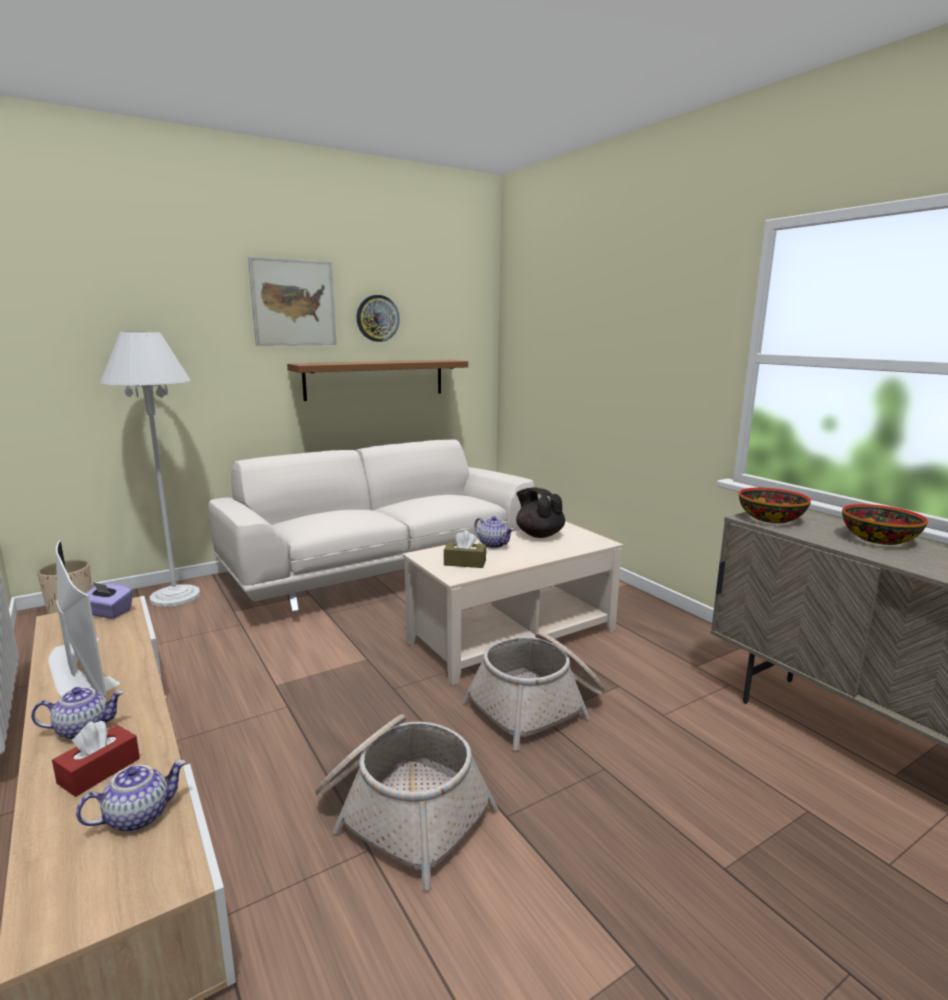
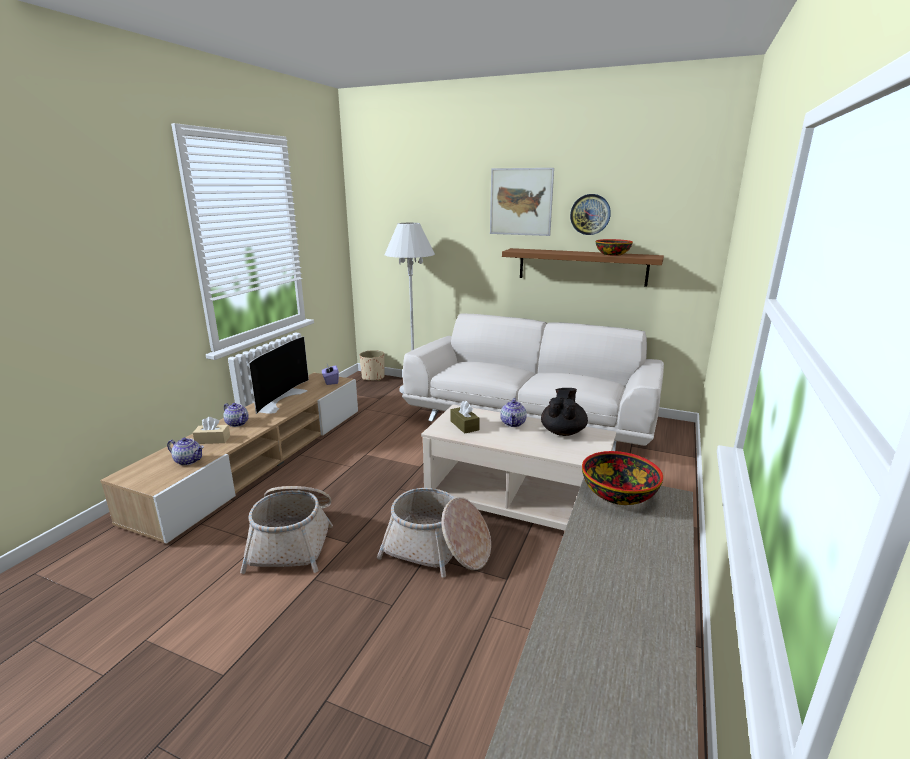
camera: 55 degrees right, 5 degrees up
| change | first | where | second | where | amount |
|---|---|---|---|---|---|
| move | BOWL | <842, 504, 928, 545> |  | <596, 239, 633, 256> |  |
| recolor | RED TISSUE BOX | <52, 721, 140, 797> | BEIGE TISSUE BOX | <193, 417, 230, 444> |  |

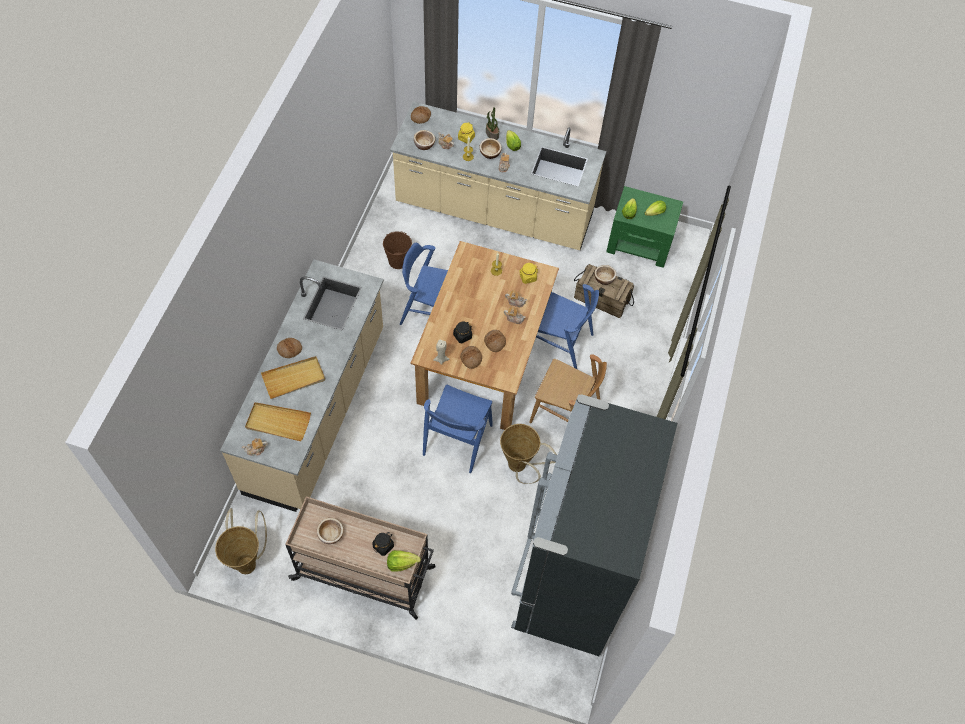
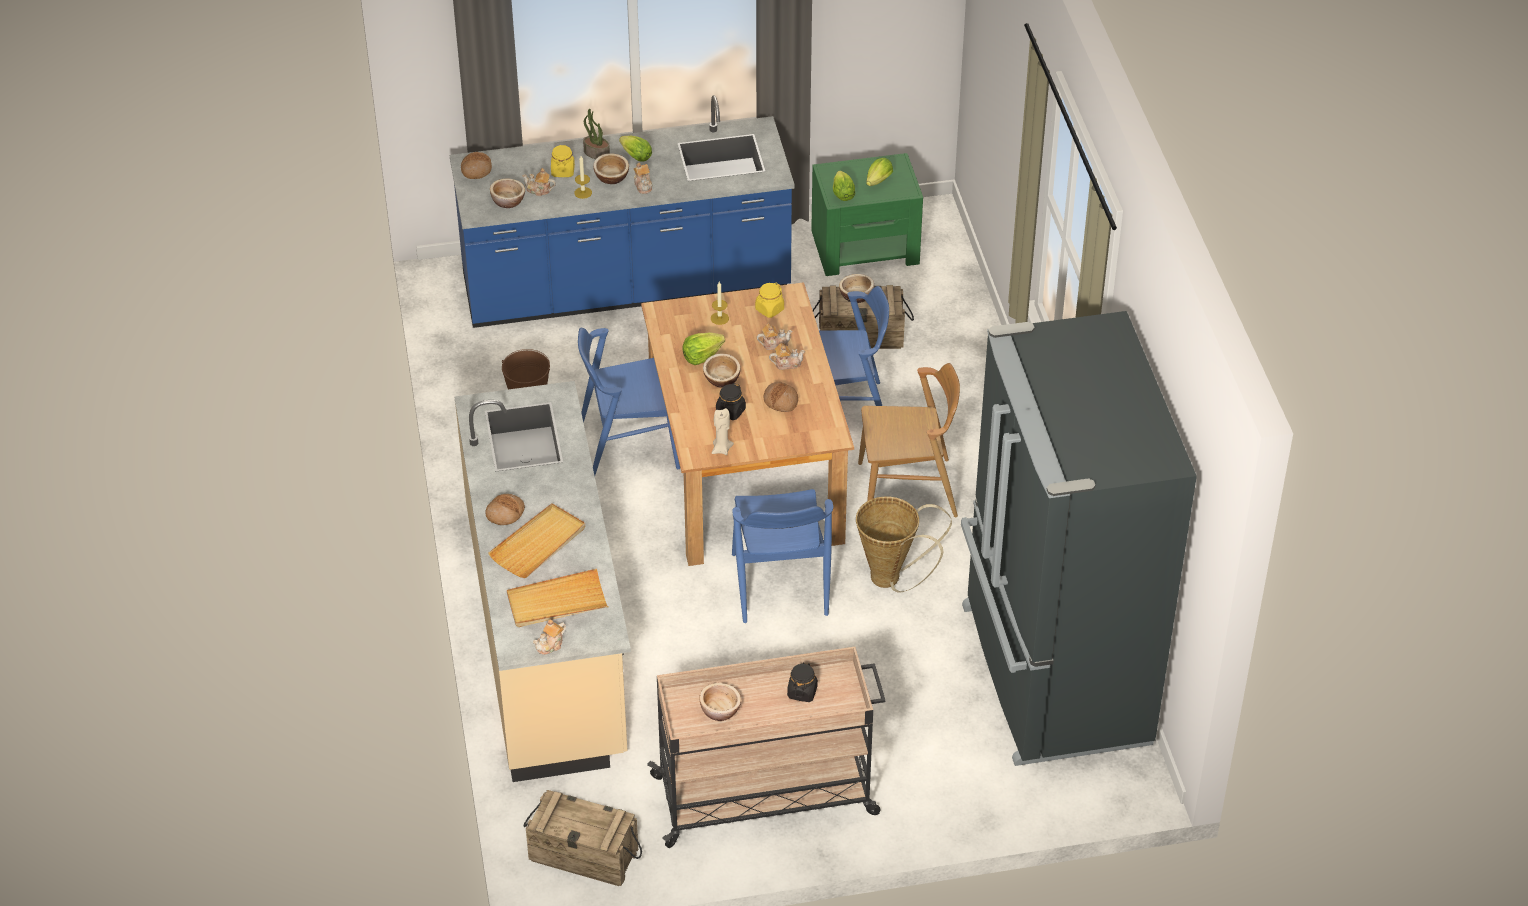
camera: 25 degrees left, 15 degrees down
| change | first | where | second | where | amount |
|---|---|---|---|---|---|
| recolor | BEIGE COUNTER | <390, 101, 606, 250> | BLUE COUNTER | <450, 95, 795, 328> |  |
| delete | BREAD | <460, 346, 482, 369> |  |  |  |
| replace | BASKET | <215, 508, 267, 574> | CRATE | <524, 790, 642, 886> |  |
| move | LETTUCE | <387, 550, 421, 572> |  | <682, 332, 725, 365> |  |
| insert |  |  | BOWL | <703, 353, 741, 388> |  |

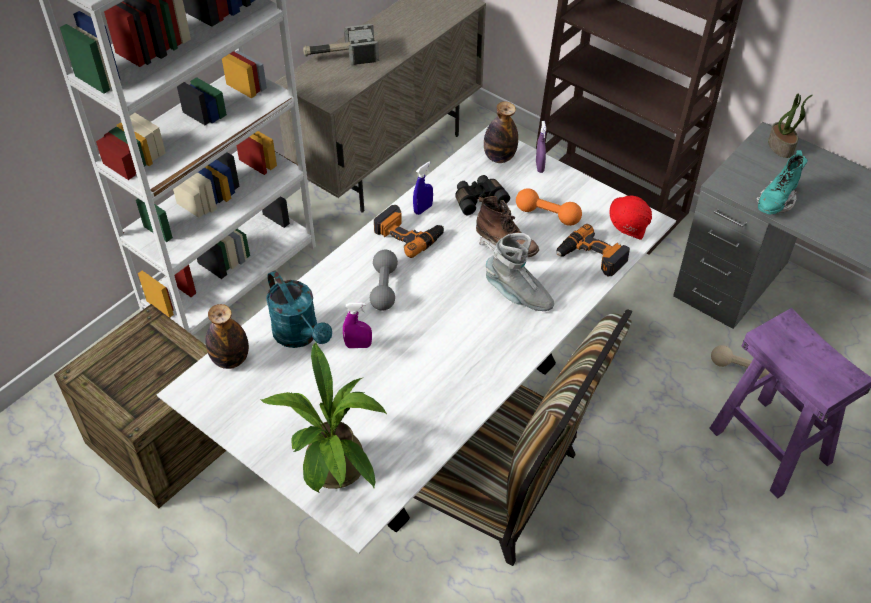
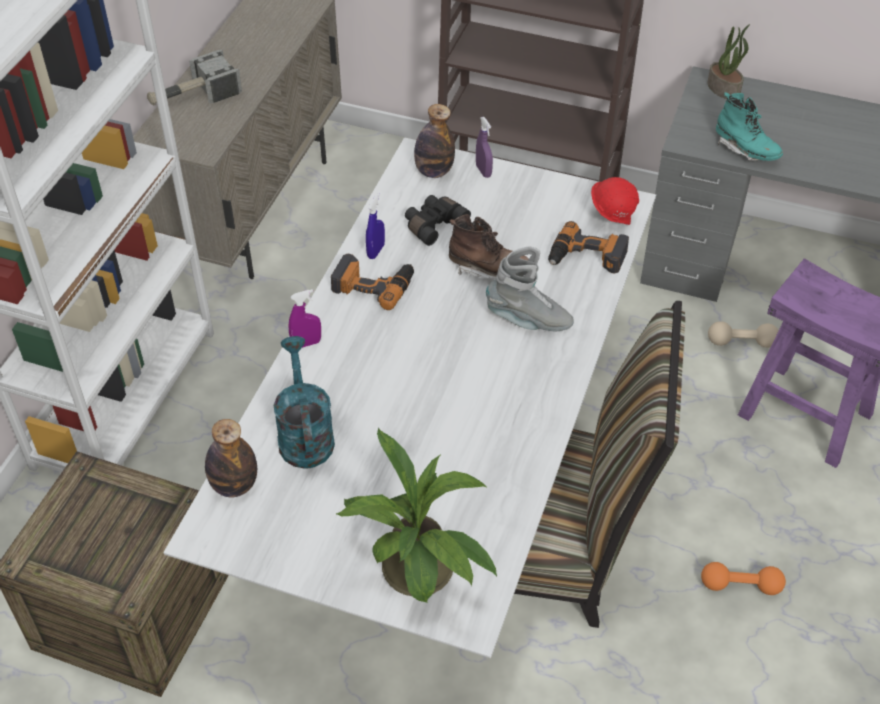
camera: 20 degrees left, 0 degrees up
| change | first | where | second | where | amount |
|---|---|---|---|---|---|
| rotate | TURQUOISE BOOT | <756, 150, 808, 214> |  | <716, 92, 783, 161> | 60 degrees counterclockwise |
| move | ORANGE DUMBBELL | <516, 188, 582, 226> |  | <701, 562, 786, 595> |  |
| delete | GREY DUMBBELL | <370, 250, 398, 311> |  |  |  |
| rotate | TURQUOISE WATERING CAN | <266, 270, 332, 348> |  | <274, 336, 335, 469> | 135 degrees counterclockwise |
| move | PURPLE SPRAY BOTTLE | <343, 303, 372, 348> |  | <289, 289, 321, 348> |  |

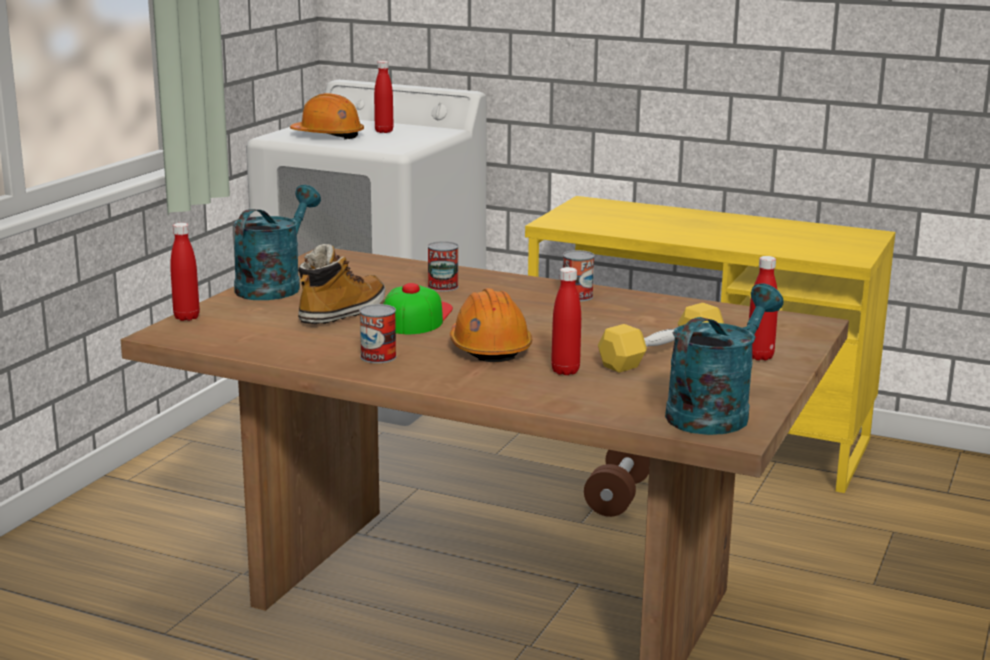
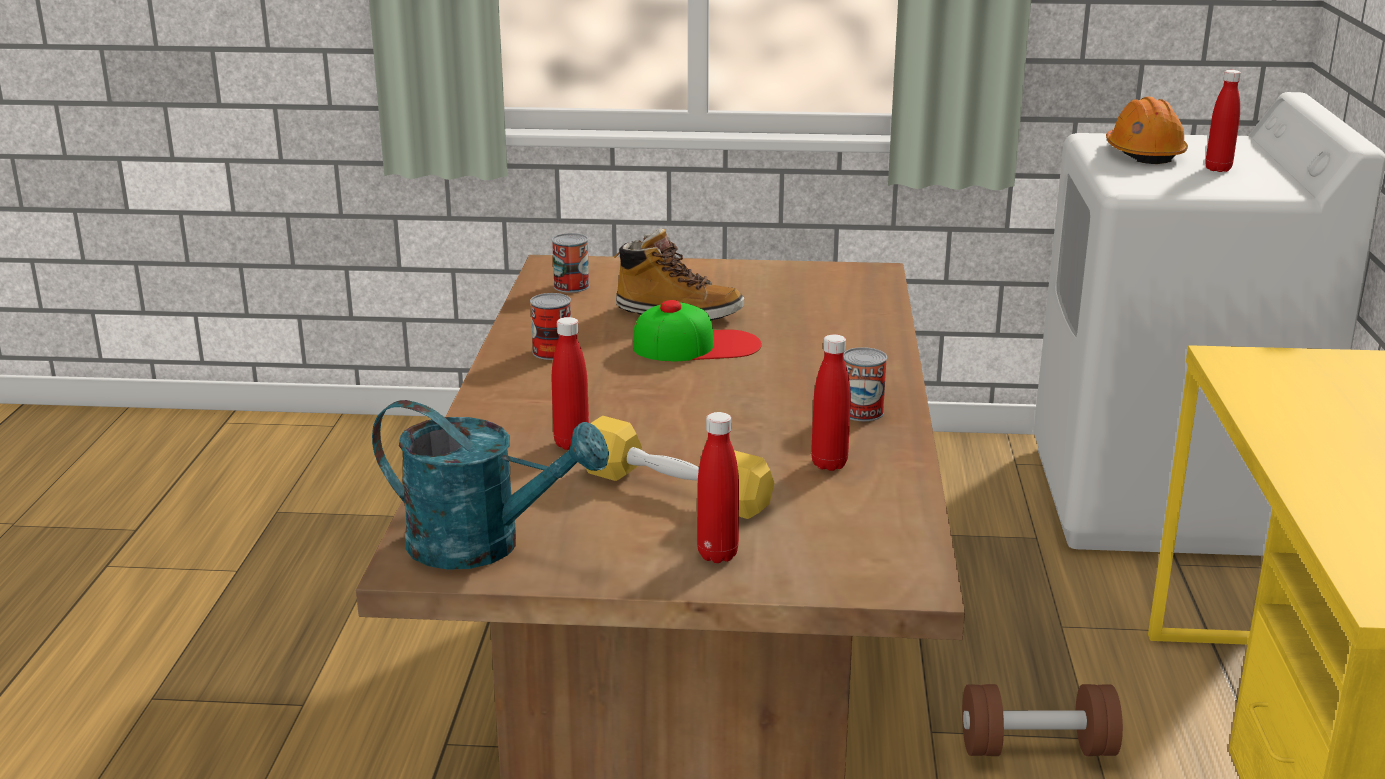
camera: 70 degrees right, 5 degrees up
| change | first | where | second | where | amount |
|---|---|---|---|---|---|
| delete | TURQUOISE WATERING CAN | <233, 185, 321, 300> |  |  |  |
| move | RED BOTTLE | <170, 223, 200, 321> |  | <811, 334, 851, 471> |  |
| move | CAN | <427, 241, 459, 291> |  | <552, 233, 590, 293> |  |
| delete | ORANGE HARD HAT | <450, 288, 532, 362> |  |  |  |

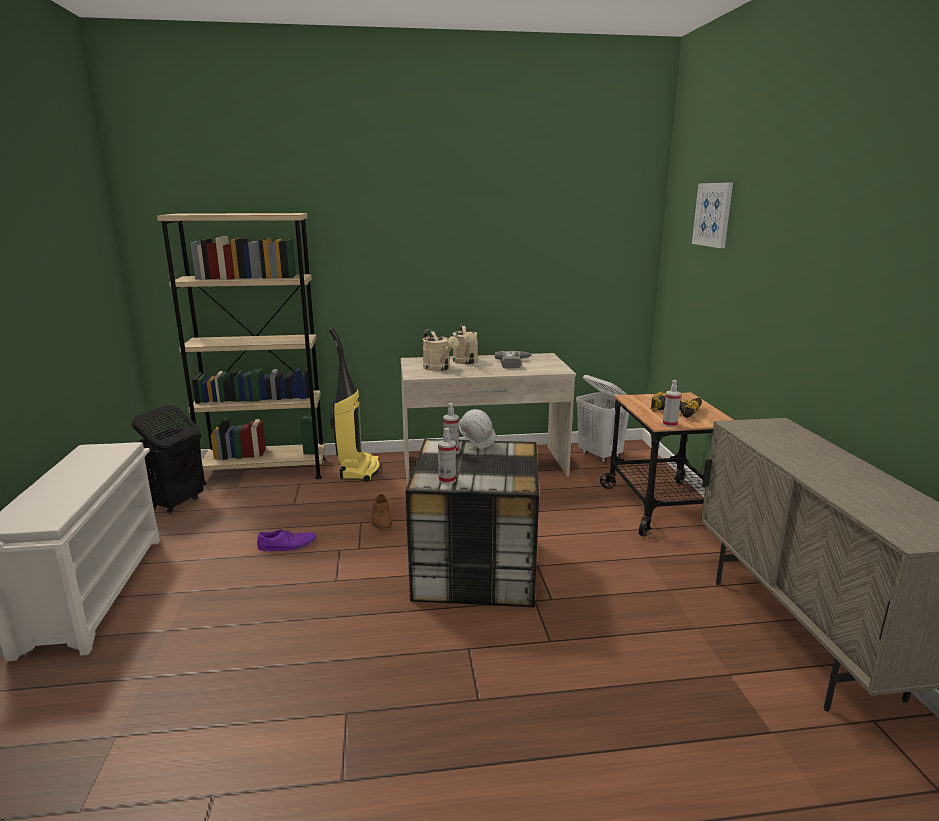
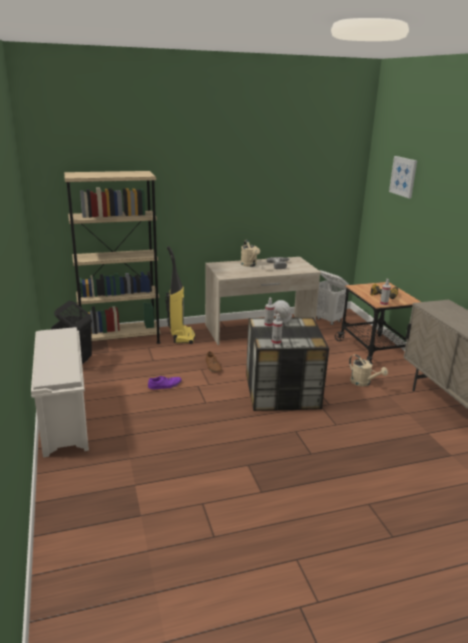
camera: 10 degrees left, 5 degrees up
| change | first | where | second | where | amount |
|---|---|---|---|---|---|
| move | BEIGE WATERING CAN | <423, 329, 459, 371> |  | <349, 354, 388, 387> |  |

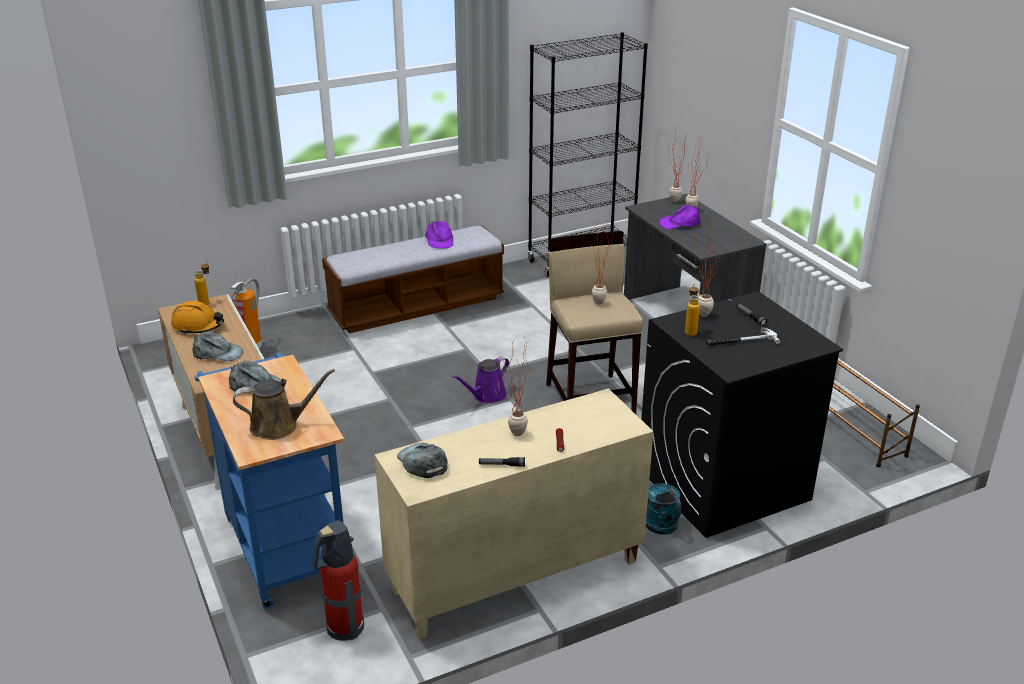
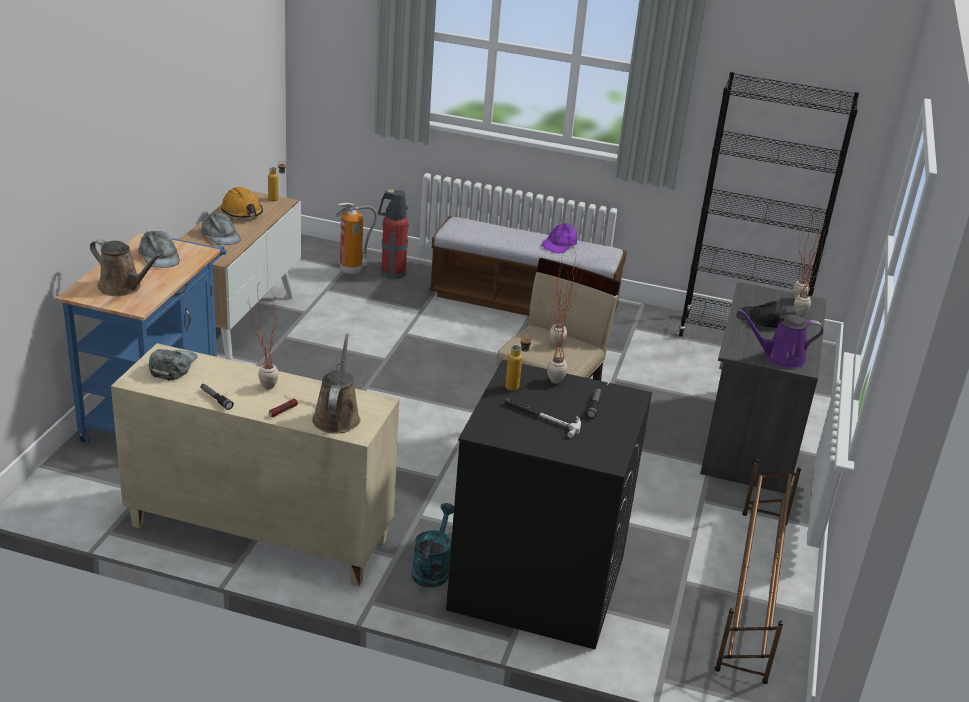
camera: 40 degrees right, 0 degrees up
| change | first | where | second | where | amount |
|---|---|---|---|---|---|
| recolor | PURPLE CAP | <659, 205, 700, 229> | BLACK CAP | <736, 301, 787, 328> |  |
| move | PURPLE WATERING CAN | <452, 357, 509, 403> |  | <738, 309, 824, 368> |  |
| move | FIRE EXTINGUISHER | <312, 520, 364, 641> |  | <378, 189, 409, 280> |  |
| insert |  |  | BROWN WATERING CAN | <312, 334, 361, 434> |  |

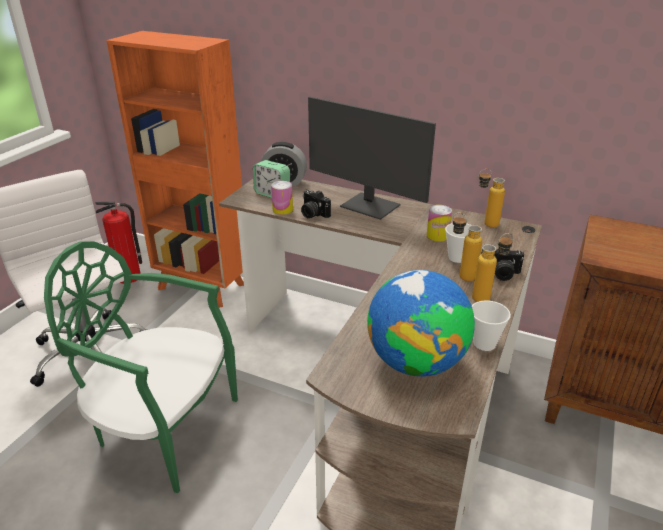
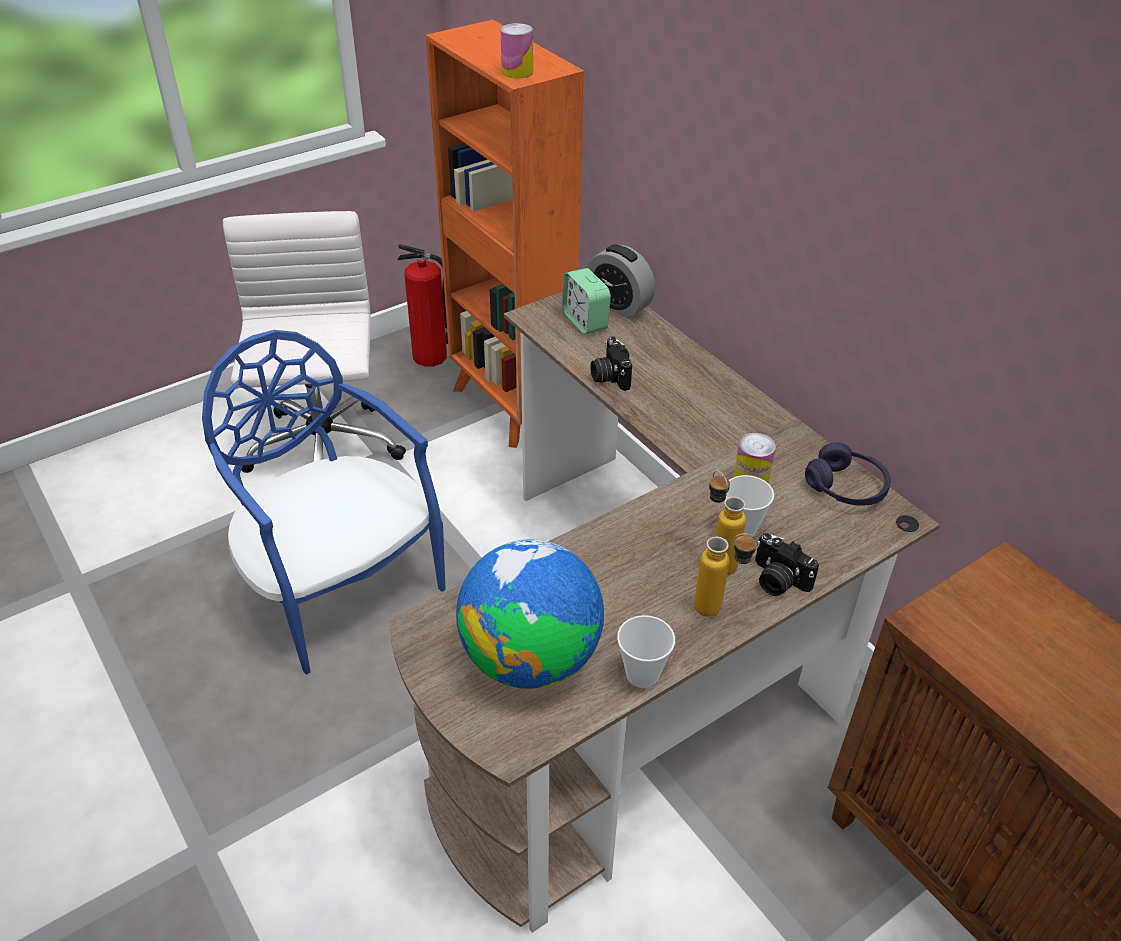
camera: 30 degrees right, 10 degrees up
| change | first | where | second | where | amount |
|---|---|---|---|---|---|
| delete | MONITOR | <308, 97, 436, 220> |  |  |  |
| replace | BOTTLE | <478, 169, 505, 228> | PURPLE HEADPHONES | <805, 442, 891, 506> |  |
| move | CAN | <271, 181, 293, 215> |  | <501, 23, 533, 78> |  |
| recolor | GREEN CHAIR | <44, 241, 238, 493> | BLUE CHAIR | <202, 330, 445, 674> |  |

